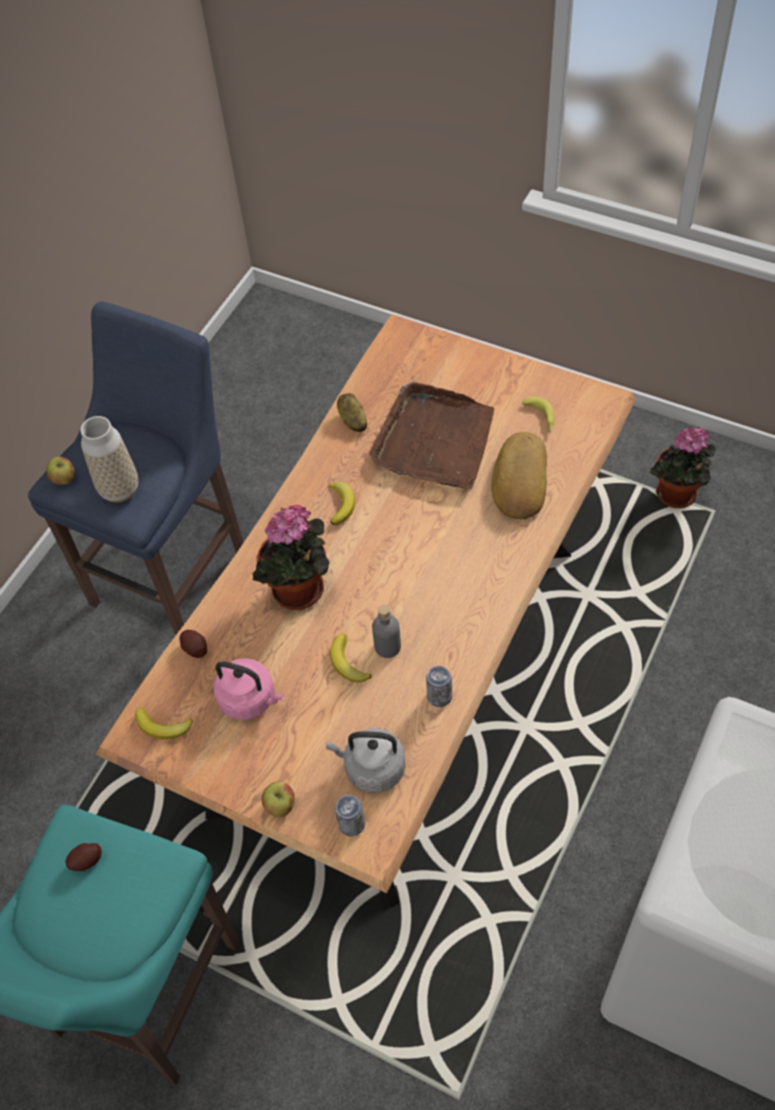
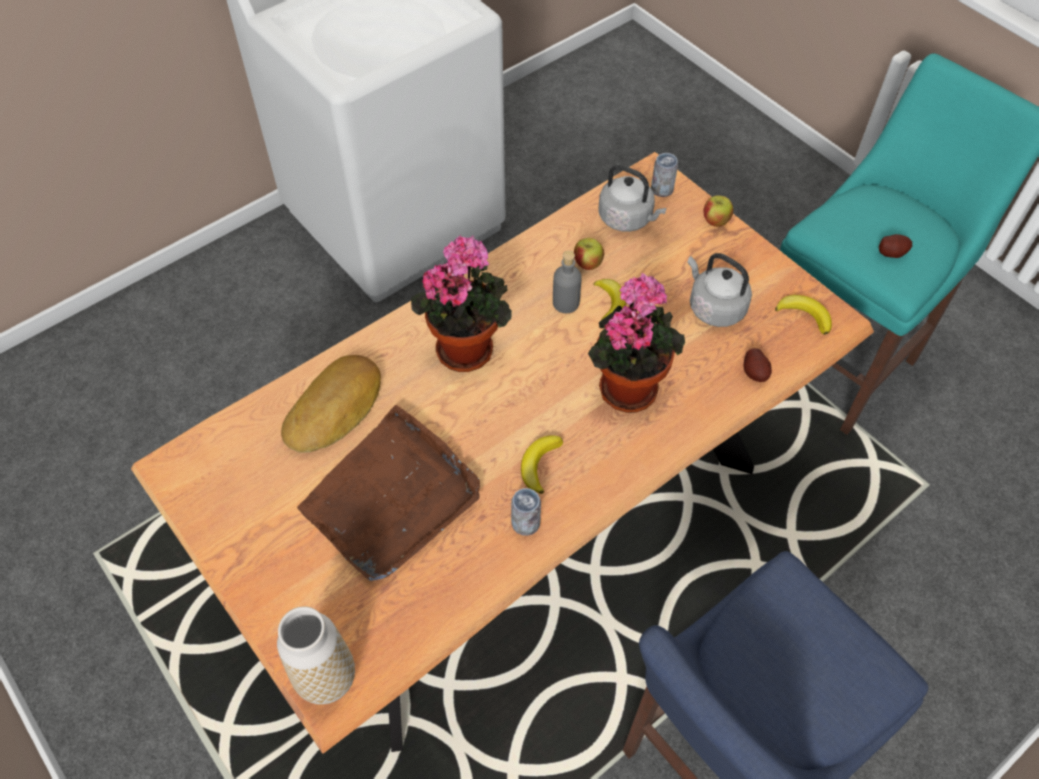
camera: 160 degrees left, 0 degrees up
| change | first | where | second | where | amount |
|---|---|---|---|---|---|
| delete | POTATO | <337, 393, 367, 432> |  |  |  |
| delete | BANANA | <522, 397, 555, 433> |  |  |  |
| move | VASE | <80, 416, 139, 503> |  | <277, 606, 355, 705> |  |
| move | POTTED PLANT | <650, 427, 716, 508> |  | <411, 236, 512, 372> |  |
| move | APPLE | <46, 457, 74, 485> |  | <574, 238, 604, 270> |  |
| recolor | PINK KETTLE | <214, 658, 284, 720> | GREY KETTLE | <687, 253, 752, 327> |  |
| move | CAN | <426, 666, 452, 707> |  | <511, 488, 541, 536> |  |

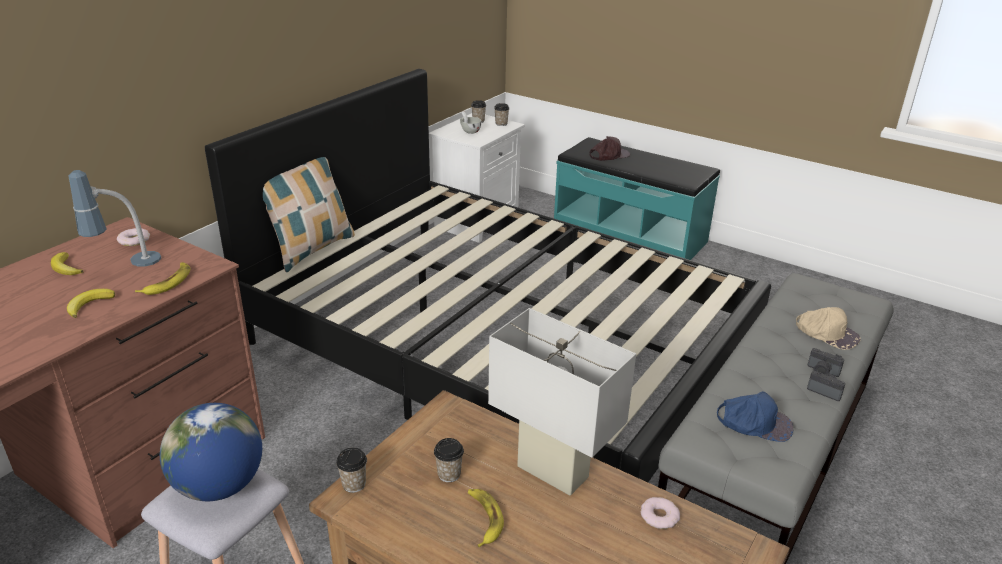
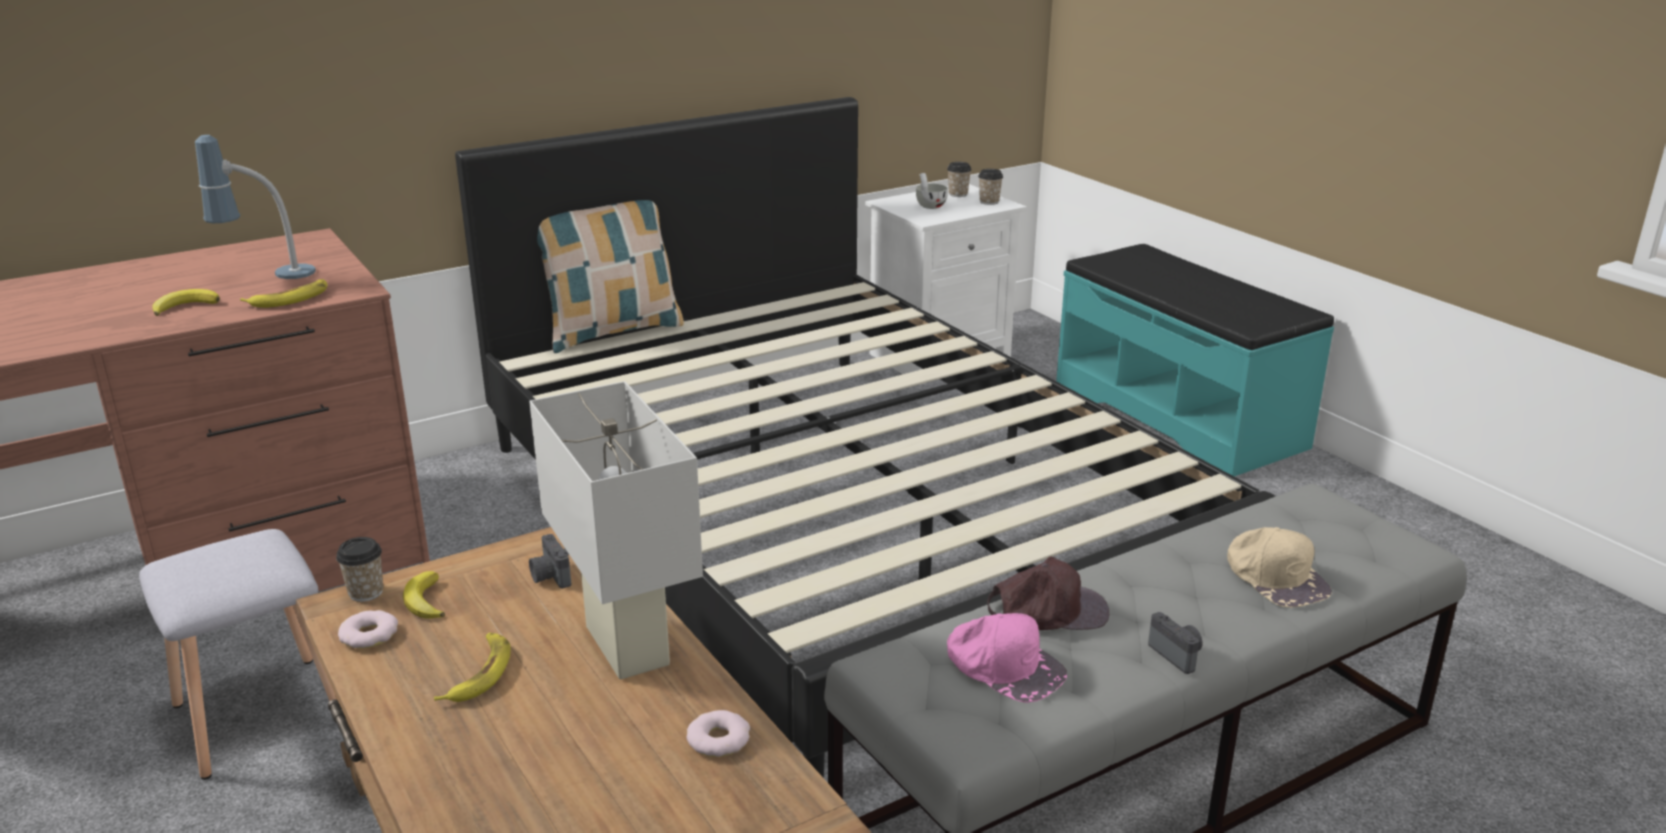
camera: 25 degrees right, 5 degrees down
| change | first | where | second | where | amount |
|---|---|---|---|---|---|
| move | BROWN CAP | <590, 136, 630, 161> |  | <987, 557, 1109, 630> |  |
| move | DONUT | <117, 228, 150, 246> |  | <338, 610, 398, 648> |  |
| move | BANANA | <51, 252, 84, 275> |  | <403, 571, 445, 618> |  |
| move | PHOTO CAMERA | <808, 348, 844, 377> |  | <529, 534, 571, 588> |  |
| recolor | BLUE CAP | <717, 391, 793, 442> | PINK CAP | <947, 613, 1067, 703> |  |
| delete | GLOBE | <160, 403, 262, 501> |  |  |  |
| delete | CUP | <434, 438, 464, 482> |  |  |  |

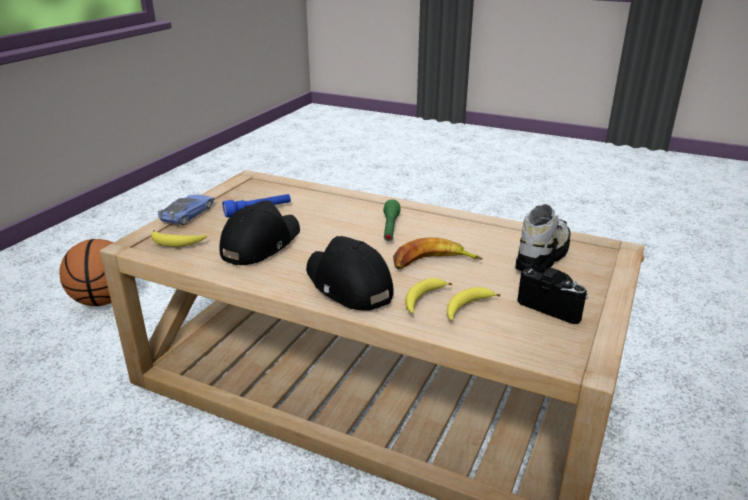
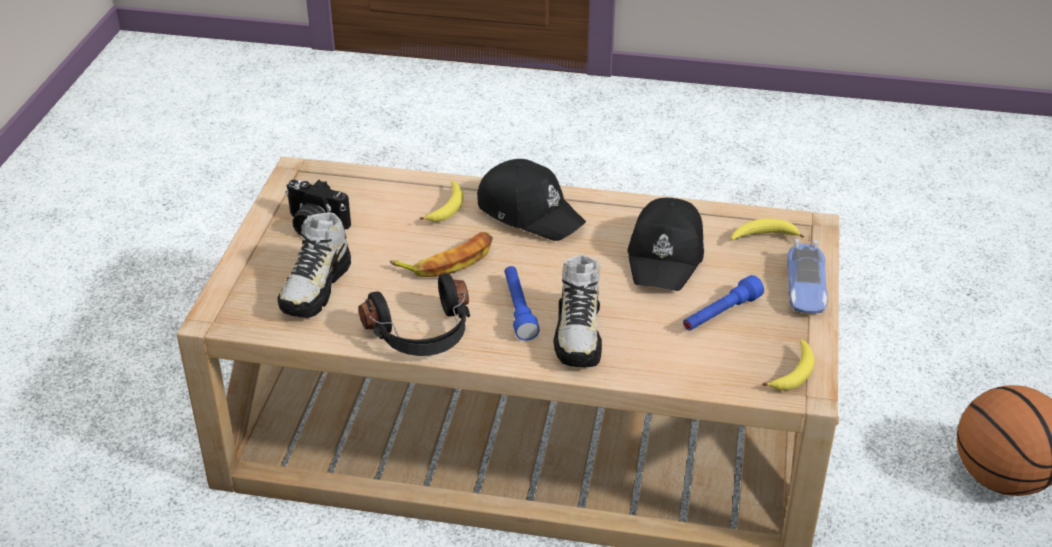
camera: 165 degrees right, 10 degrees up
| change | first | where | second | where | amount |
|---|---|---|---|---|---|
| recolor | GREEN FLASHLIGHT | <383, 199, 400, 241> | BLUE FLASHLIGHT | <505, 266, 539, 341> |  |
| move | BANANA | <447, 287, 501, 321> |  | <763, 340, 814, 390> |  |
| insert |  |  | SHOE | <553, 255, 602, 367> |  |
| insert |  |  | BLACK HEADPHONES | <359, 274, 470, 356> |  |

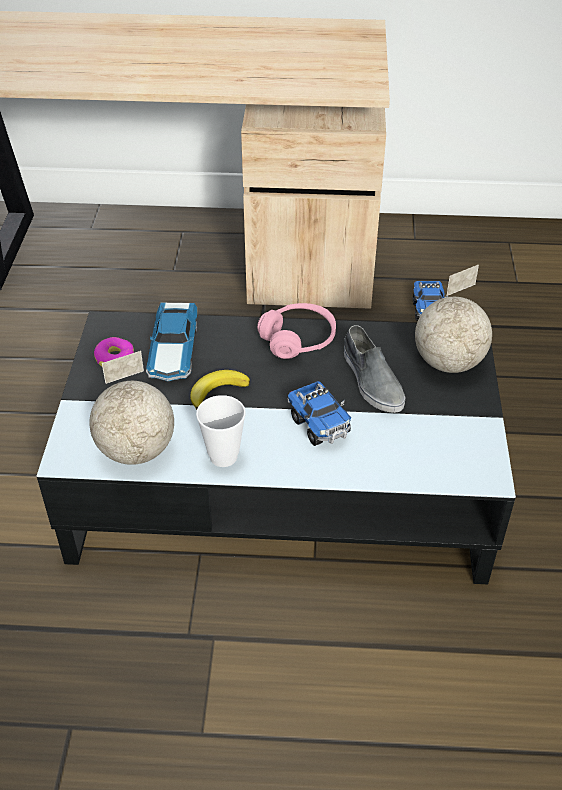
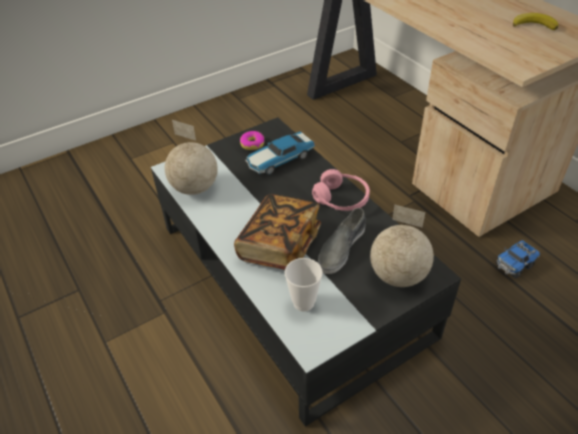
camera: 55 degrees right, 0 degrees up
| change | first | where | second | where | amount |
|---|---|---|---|---|---|
| move | BANANA | <190, 370, 250, 410> |  | <513, 13, 559, 30> |  |
| replace | TOY TRUCK | <288, 381, 351, 446> | BOOK | <234, 194, 321, 270> |  |
| move | CUP | <196, 395, 246, 467> |  | <285, 258, 323, 312> |  |

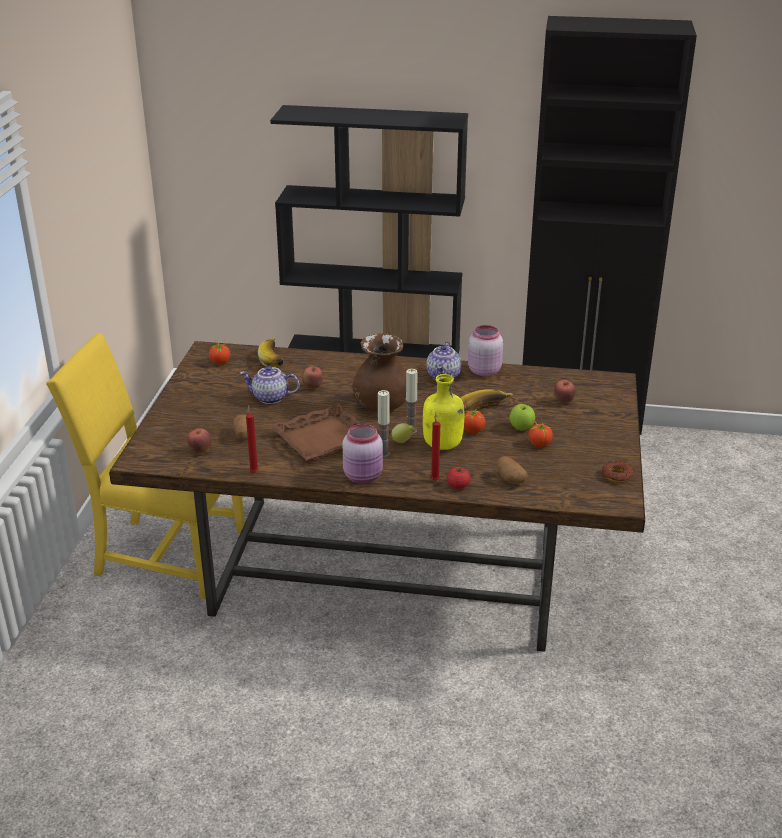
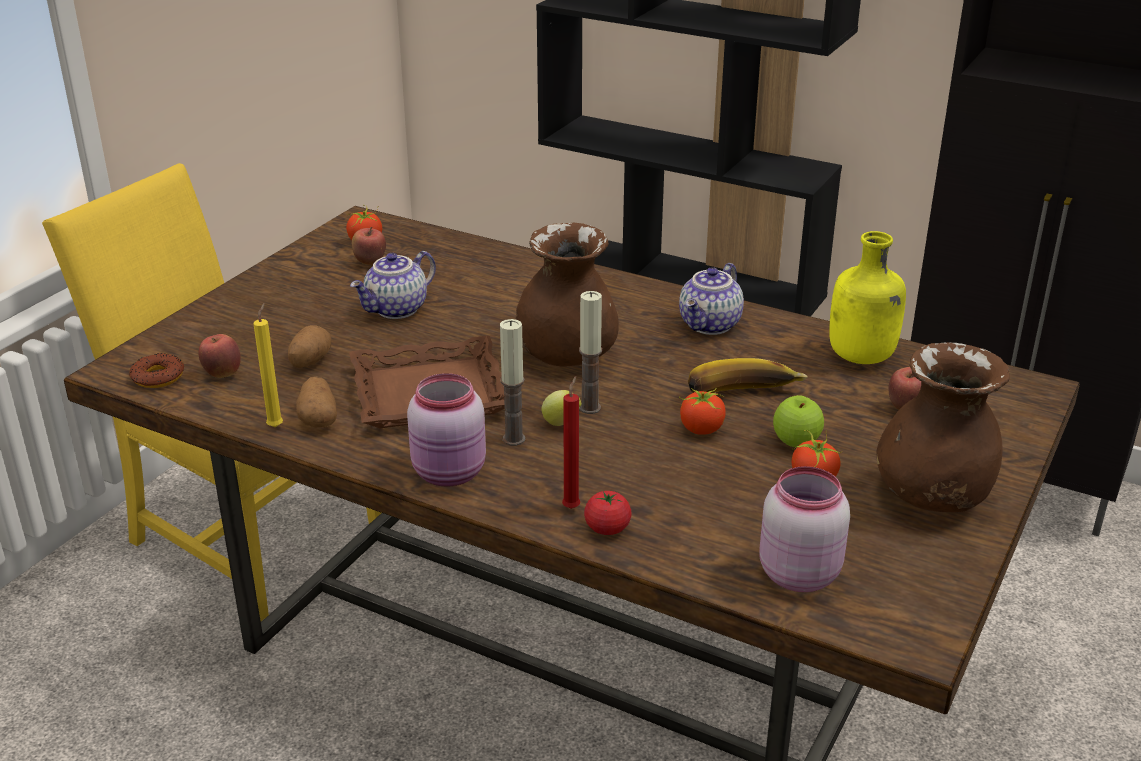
camera: 20 degrees right, 0 degrees up
| change | first | where | second | where | amount |
|---|---|---|---|---|---|
| move | PINK JAR | <468, 325, 503, 377> |  | <759, 466, 850, 592> |  |
| delete | BANANA | <258, 337, 284, 368> |  |  |  |
| rotate | TEAPOT | <240, 366, 300, 404> |  | <350, 251, 436, 319> | 75 degrees counterclockwise |
| move | APPLE | <302, 366, 323, 389> |  | <352, 227, 386, 265> |  |
| move | YELLOW BOTTLE | <423, 374, 464, 450> |  | <829, 231, 906, 364> |  |
| recolor | RED CANDLE | <246, 405, 259, 473> | YELLOW CANDLE | <253, 303, 283, 427> |  |
| move | POTATO | <497, 456, 528, 484> |  | <296, 377, 337, 428> |  |
| move | DONUT | <601, 461, 633, 482> |  | <129, 353, 184, 388> |  |
| insert |  |  | BROWN VASE | <876, 342, 1010, 512> |  |

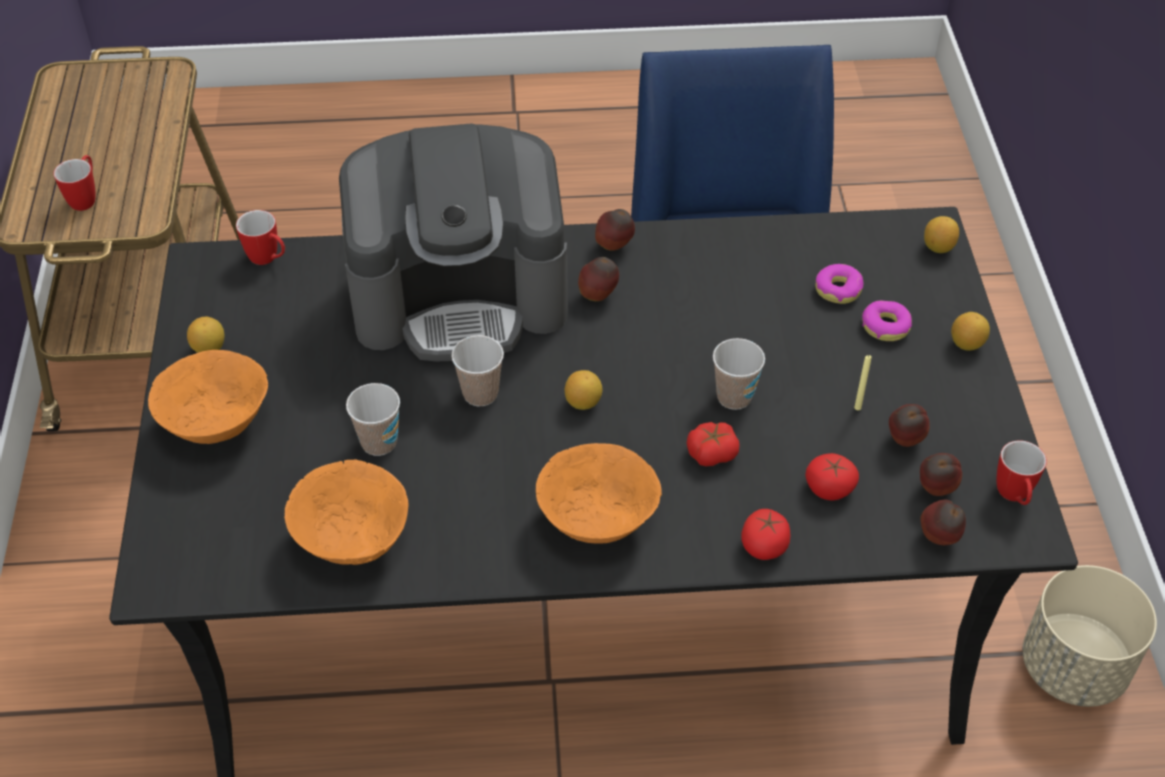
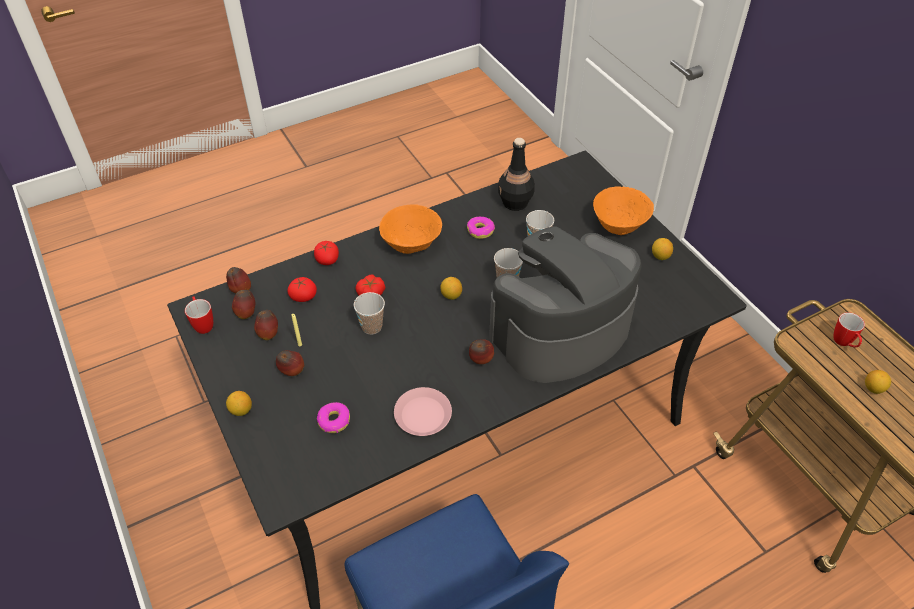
camera: 155 degrees right, 0 degrees up
| change | first | where | second | where | amount |
|---|---|---|---|---|---|
| move | APPLE | <595, 209, 635, 251> |  | <276, 350, 304, 376> |  |
| delete | MUG | <236, 210, 285, 265> |  |  |  |
| move | LEMON | <924, 216, 959, 253> |  | <865, 370, 891, 394> |  |
| move | DONUT | <862, 300, 912, 341> |  | <467, 217, 495, 239> |  |
| replace | ORANGE BOWL | <284, 460, 408, 565> | BLACK BOTTLE | <498, 138, 535, 211> |  |
| delete | BEIGE PLANTER | <1022, 565, 1157, 707> |  |  |  |
| insert |  |  | PINK PLATE | <394, 387, 452, 436> |  |

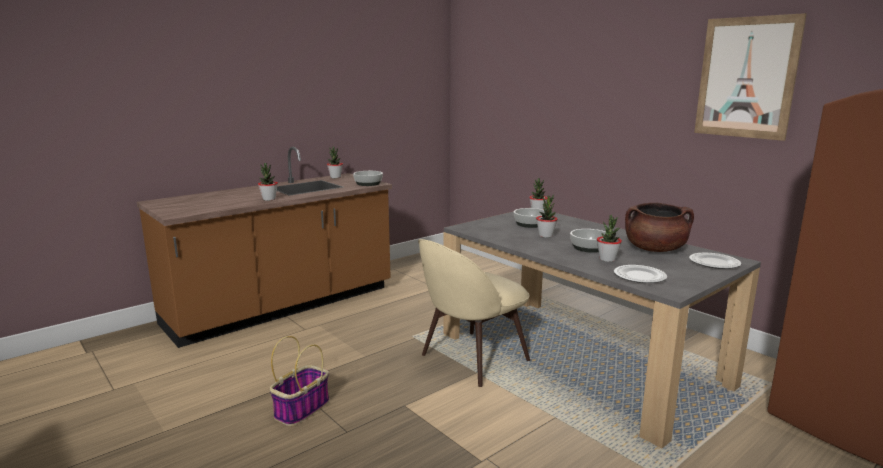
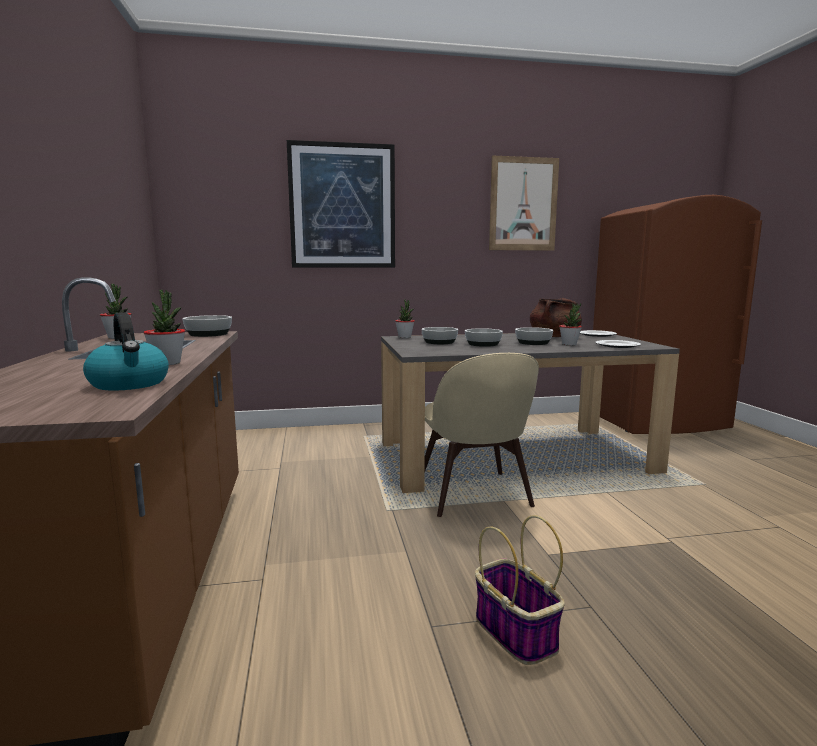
camera: 60 degrees left, 5 degrees down
| change | first | where | second | where | amount |
|---|---|---|---|---|---|
| replace | POTTED PLANT | <536, 194, 558, 238> | BOWL | <465, 328, 503, 347> |  |
| insert |  |  | PICTURE | <287, 140, 395, 267> |  |
| insert |  |  | KETTLE | <83, 312, 169, 391> |  |

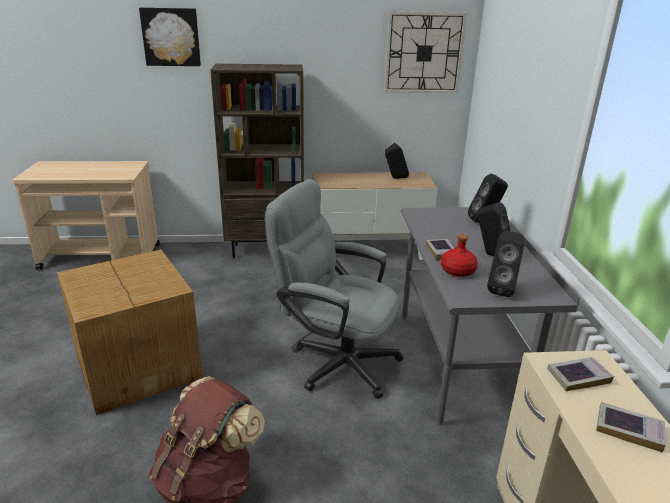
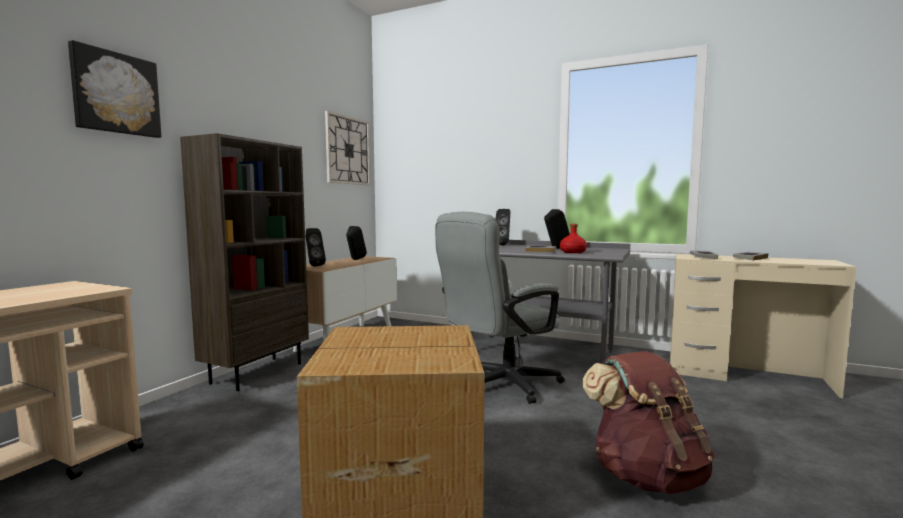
camera: 60 degrees left, 20 degrees down
| change | first | where | second | where | amount |
|---|---|---|---|---|---|
| move | BLACK SPEAKER | <487, 231, 525, 297> |  | <306, 228, 326, 267> |  |

